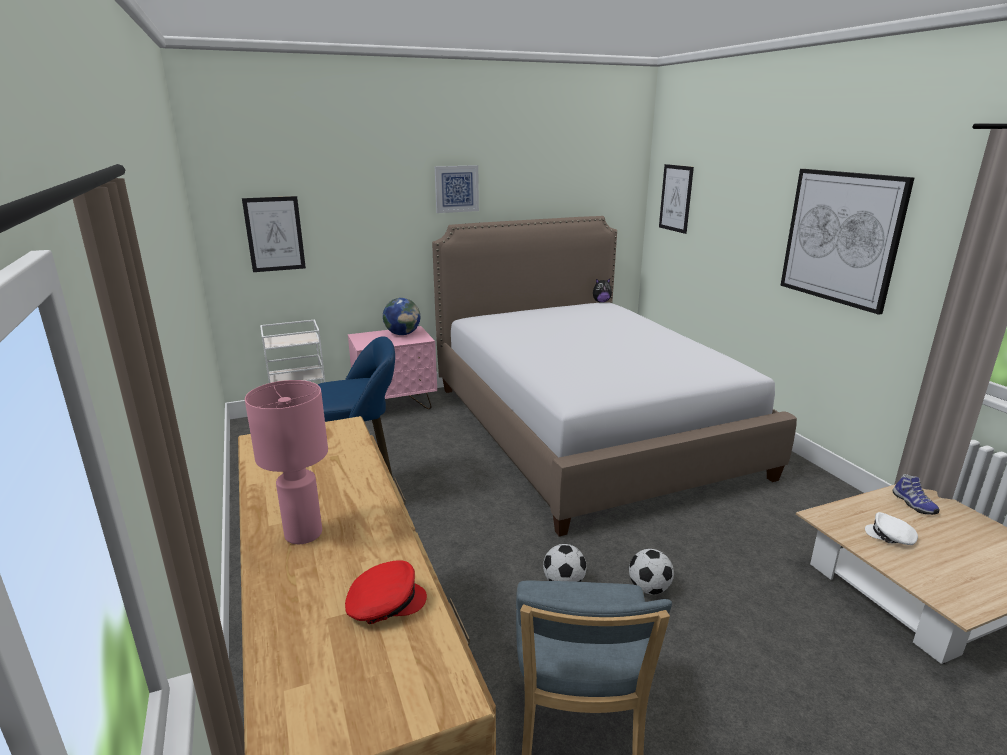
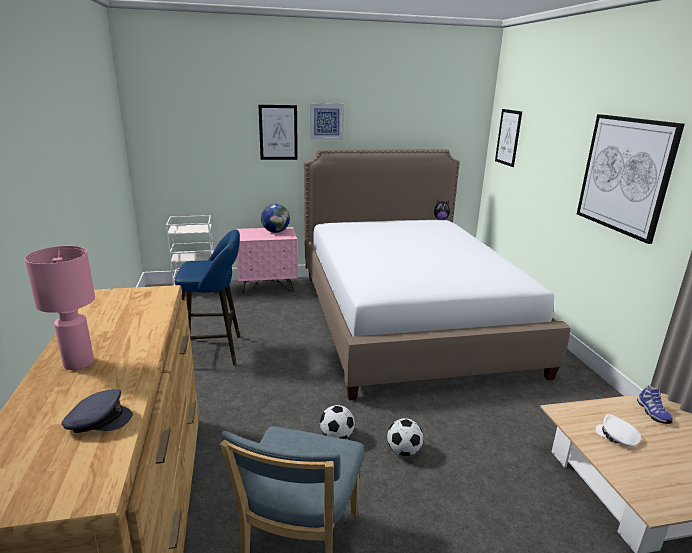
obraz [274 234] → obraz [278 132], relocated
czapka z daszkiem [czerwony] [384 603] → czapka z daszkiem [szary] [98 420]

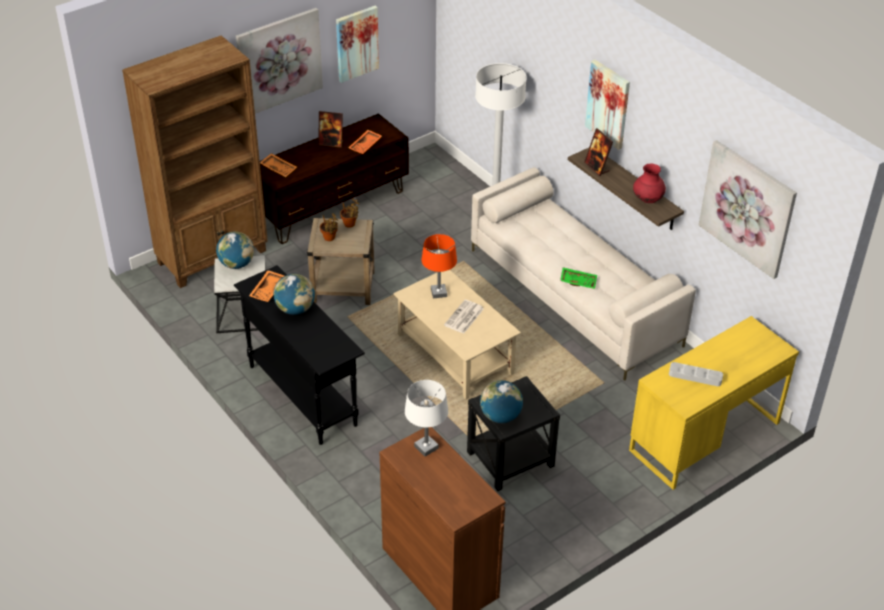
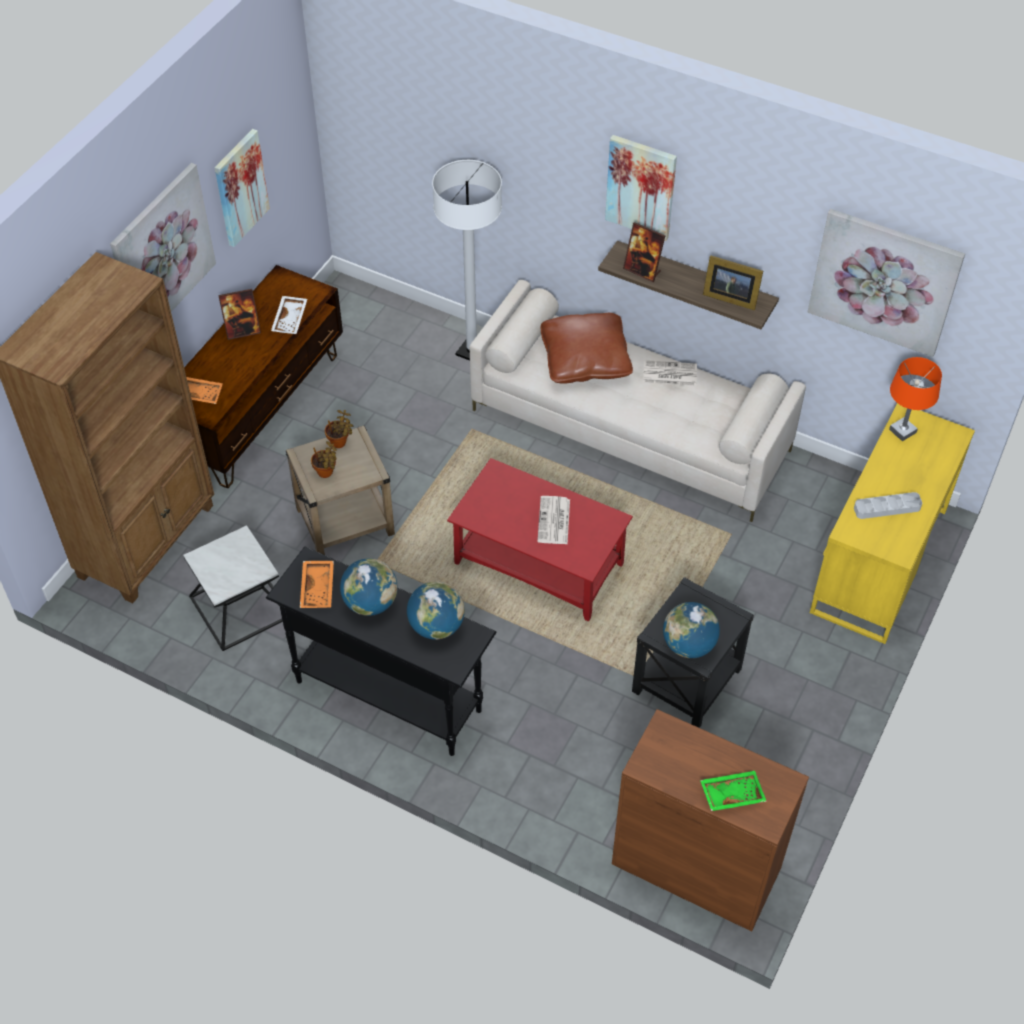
taca [pomarańczowy] [366 146] → taca [biały] [291 319]
wazon [czerwony] [647 200] → ramka na zdjęcie [729 297]
globus [236 264] → globus [436 626], relocated
lampa stołowa [pomarańczowy] [439 293] → lampa stołowa [pomarańczowy] [902 431], relocated
taca [zielony] [578 281] → taca [zielony] [731 793], relocated
ława [beżowy] [456 355] → ława [czerwony] [540 563]
lampa stołowa [biały] [426 447] → -
- → poduszka [brązowy] [585 360]
- → gazeta [669 374]

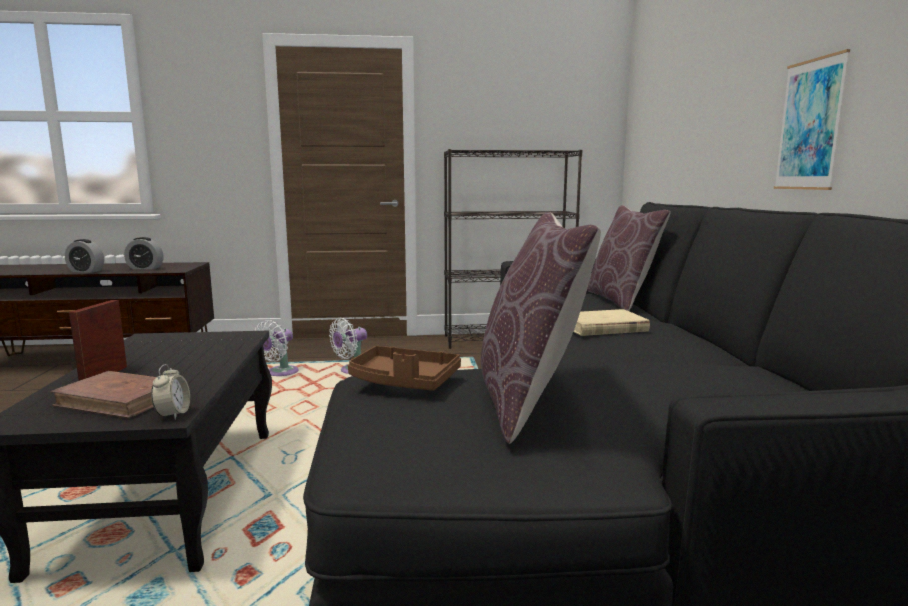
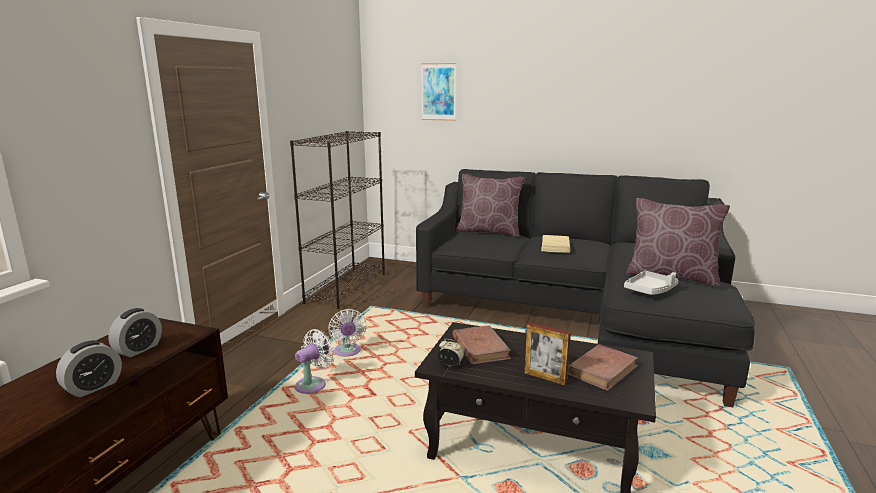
obraz [809 125] → obraz [438 92], relocated
wentylator [biały] [279 373] → wentylator [biały] [313 384], 105 degrees counterclockwise
taca [brązowy] [403 382] → taca [szary] [650 290]
budzik [173 414] → budzik [450 365], relocated
- → książka [brązowy] [480 348]

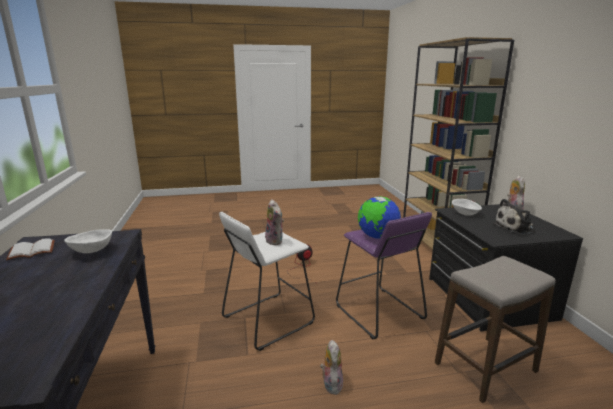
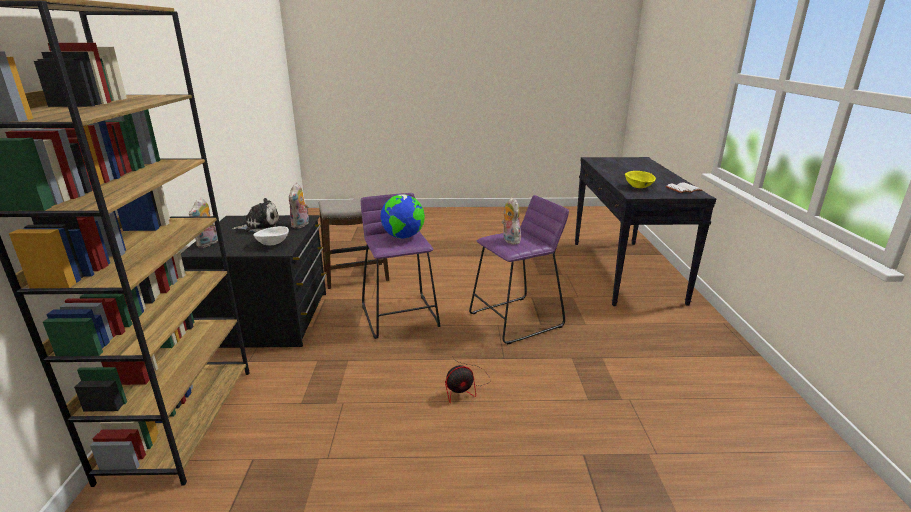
stołek [biały] [268 319] → stołek [fioletowy] [516 320]
miska [biały] [92 251] → miska [żółty] [638 187]
pluszak [331 384] → pluszak [301 225], relocated

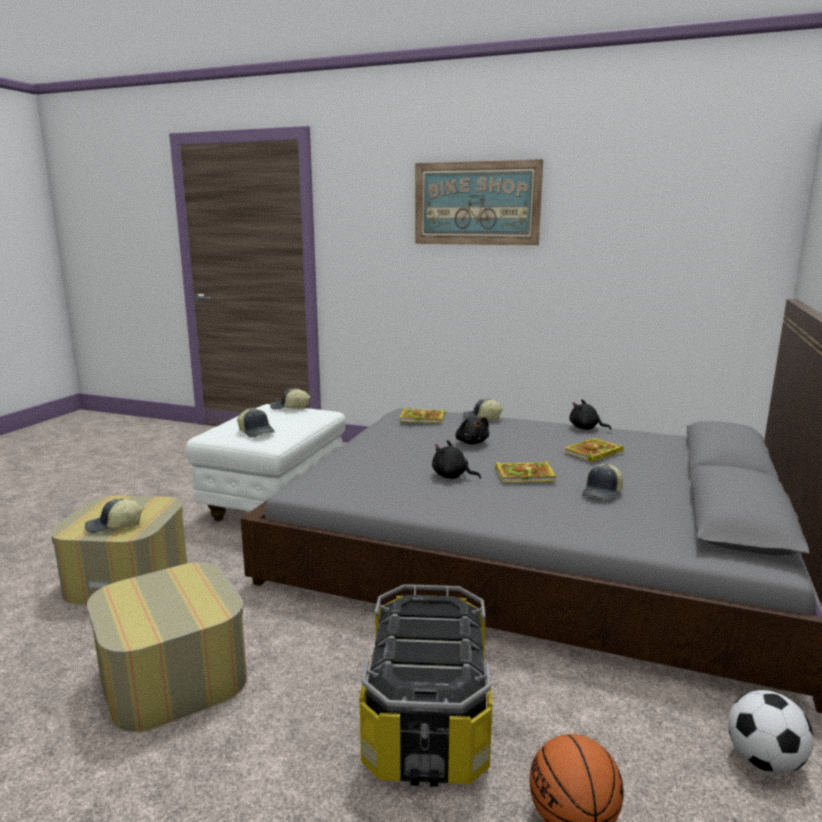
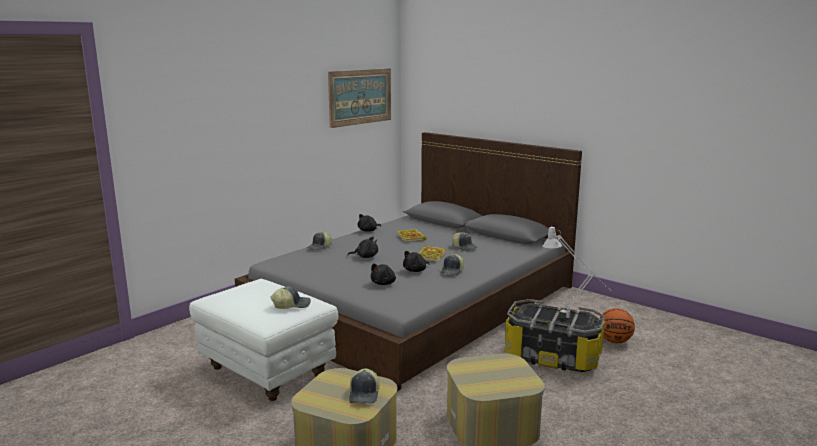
obraz [476 203] → obraz [360 97], relocated
czapka z daszkiem [290 408] → czapka z daszkiem [452 271], relocated
książka [423 418] → -
piłka futbolowa [764 761] → -
- → lampa stołowa [szary] [572 320]
- → pluszak [czarny] [384 283]

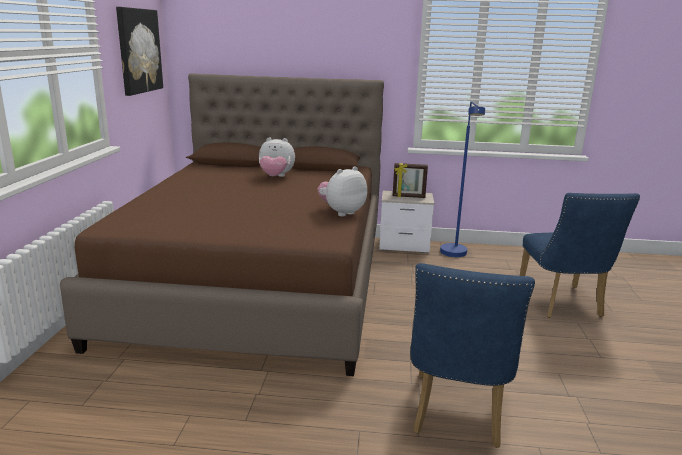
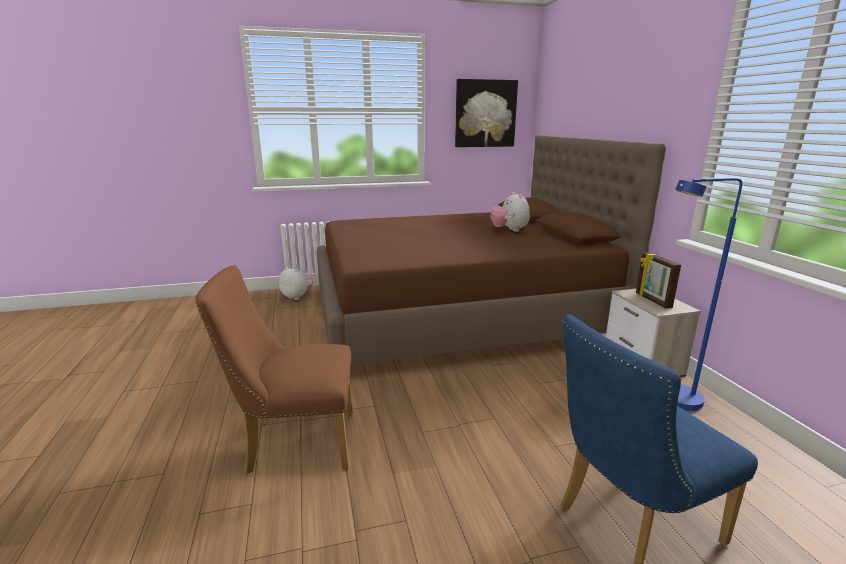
pluszak [341 212] → pluszak [297 297], relocated
krzesło [niebieski] [456 415] → krzesło [brązowy] [293 443]

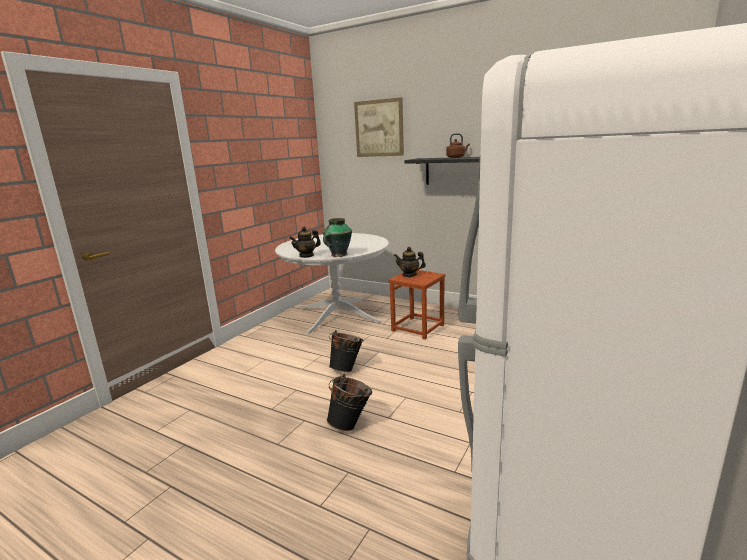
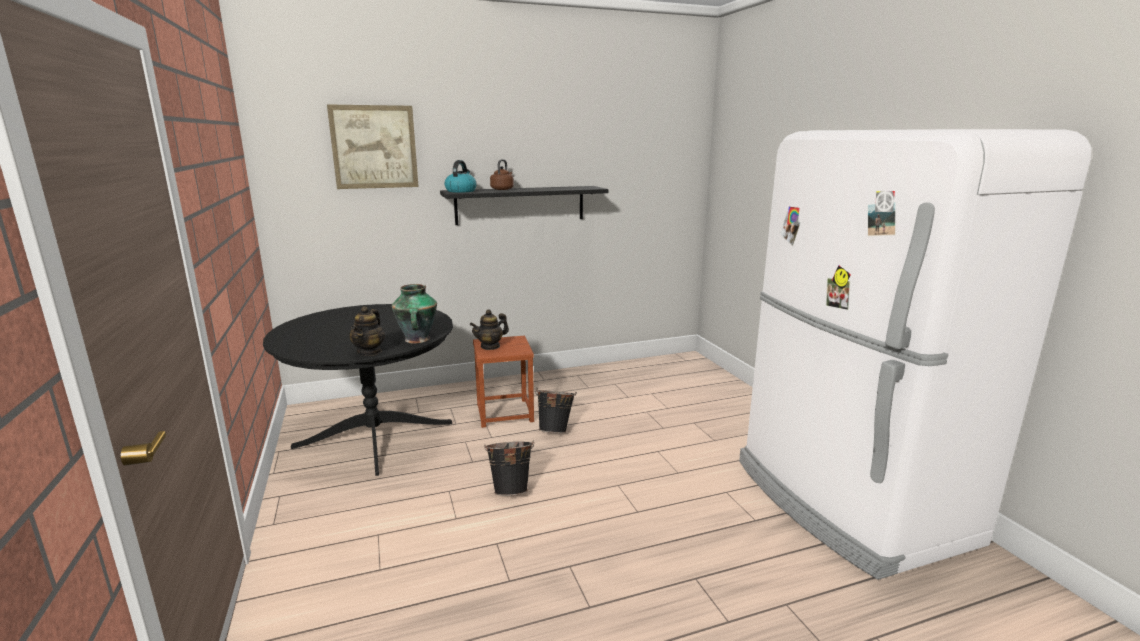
stół jadalny [biały] [337 315] → stół jadalny [czarny] [374 435]
wiadro [czarny] [351 424] → wiadro [czarny] [555 430], relocated
- → czajnik [461 191]

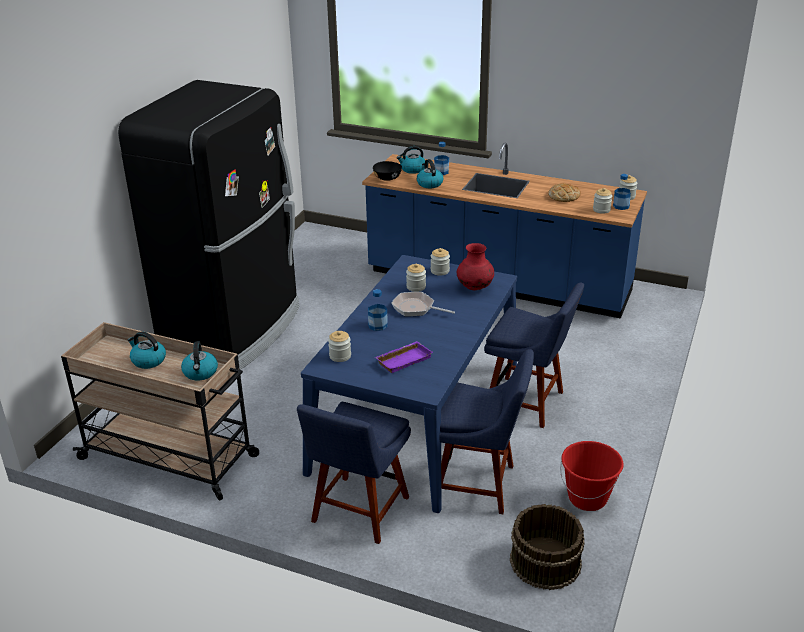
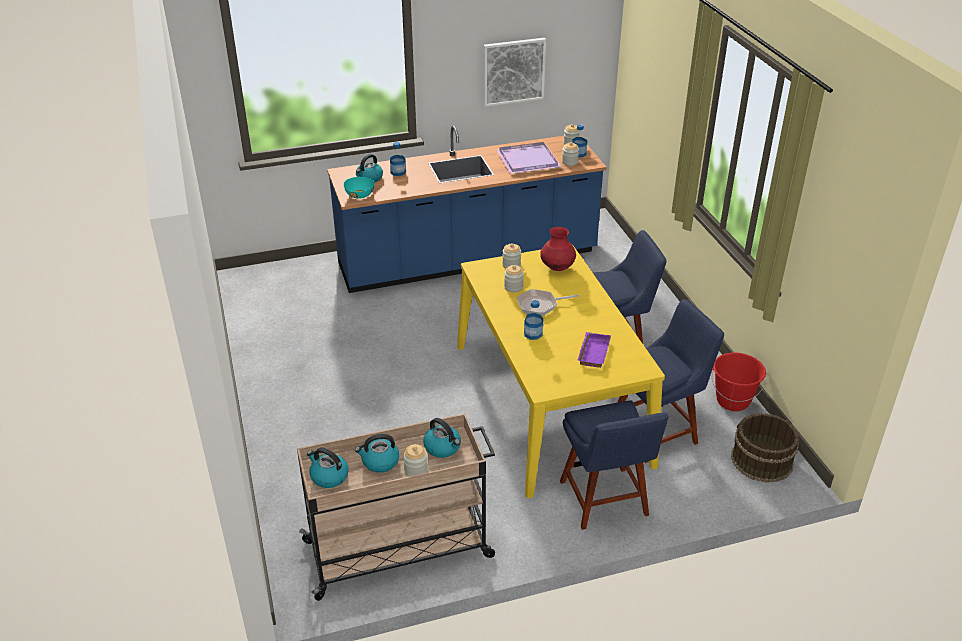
lodówka [czarny] [234 330] → -
czajnik [429 184] → czajnik [328 476], relocated
miska [czarny] [388 178] → miska [turkusowy] [360 195]
chleb [564 196] → taca [fioletowy] [526 160]
stół jadalny [niebieski] [418 417] → stół jadalny [żółty] [550 402]
słoik [340 356] → słoik [416 470], relocated
- → obraz [513 71]

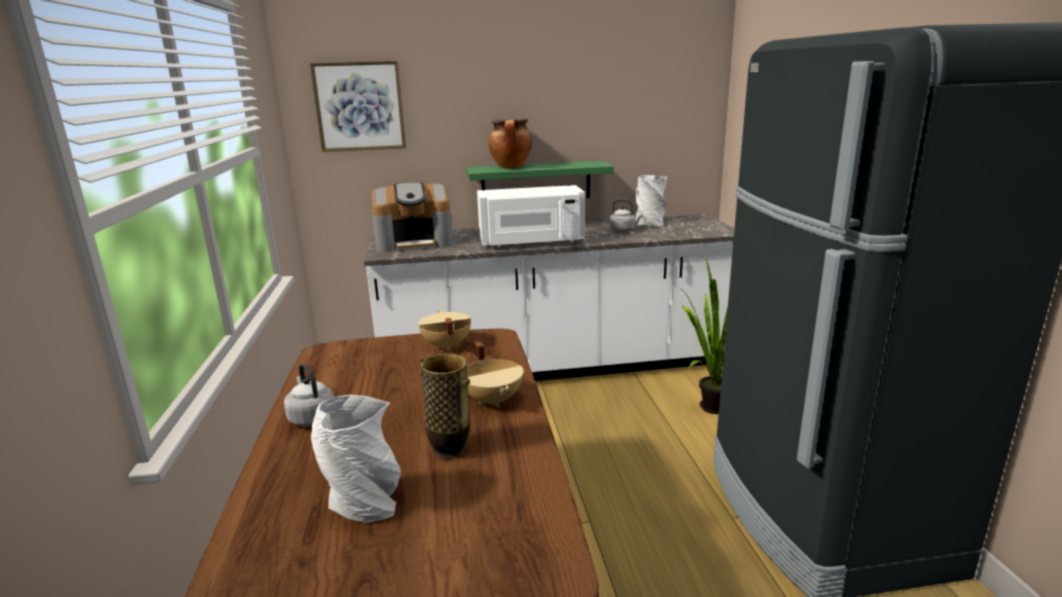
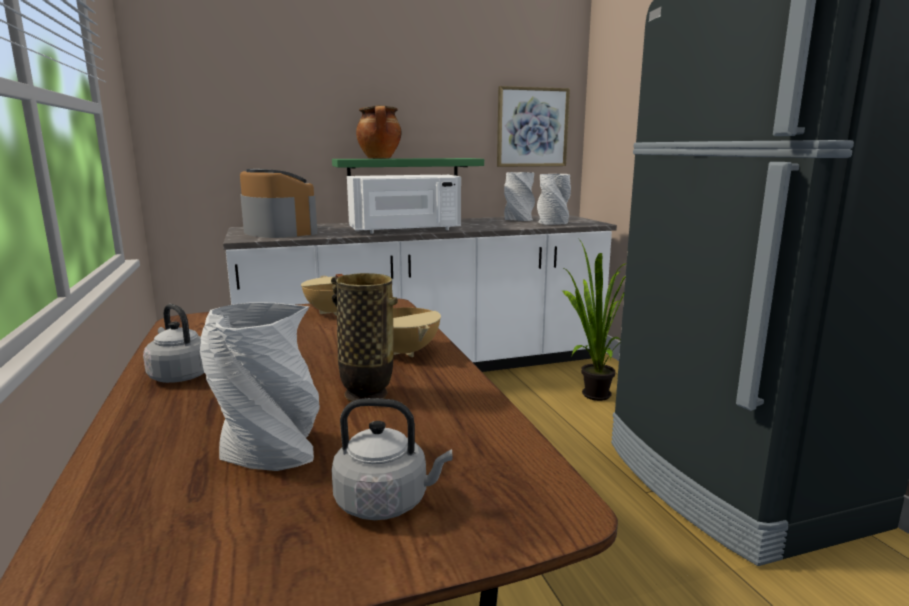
obraz [359 106] → obraz [532 127], relocated
ekspres do kawy [415 242] → ekspres do kawy [278 231], 105 degrees counterclockwise
czajnik [szary] [623 230] → czajnik [szary] [386 503], relocated
- → wazon [szary] [553 223]

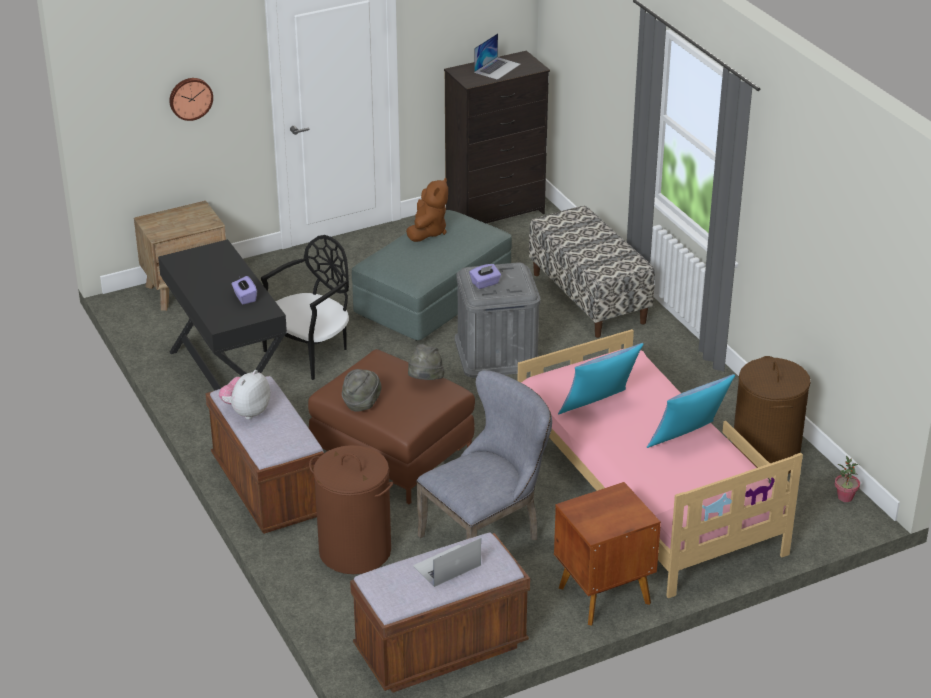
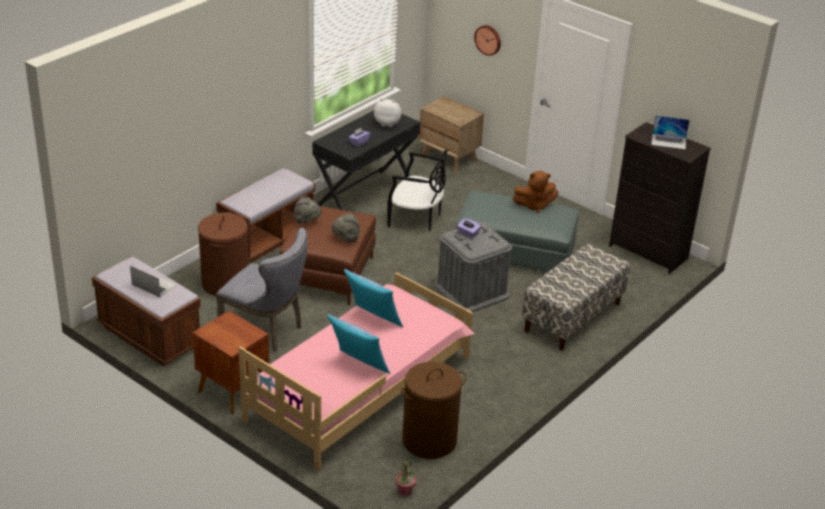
pluszak [246 412] → pluszak [387 123], relocated

